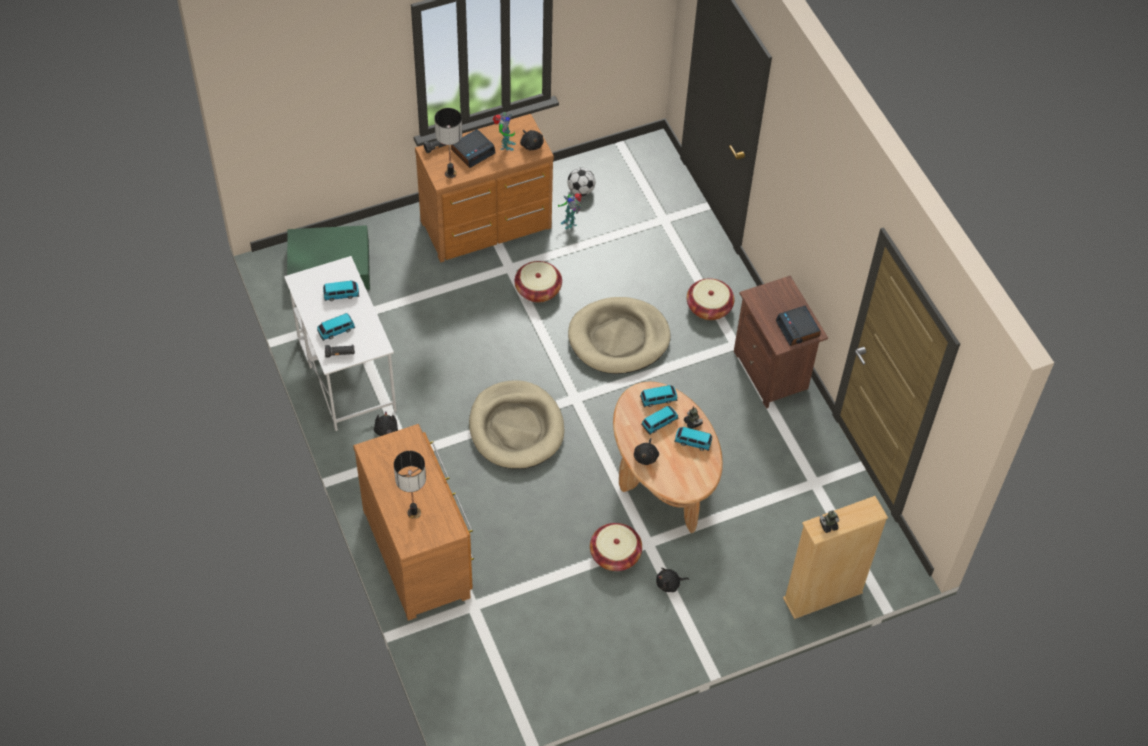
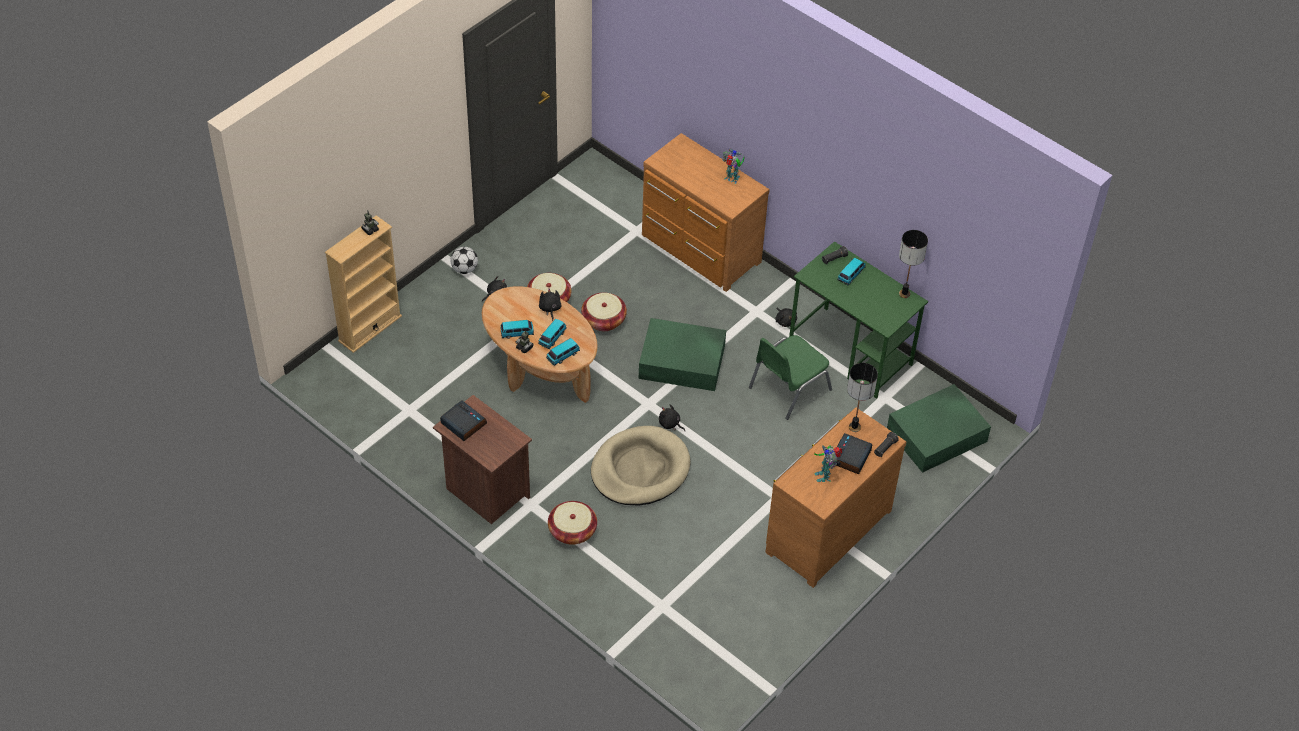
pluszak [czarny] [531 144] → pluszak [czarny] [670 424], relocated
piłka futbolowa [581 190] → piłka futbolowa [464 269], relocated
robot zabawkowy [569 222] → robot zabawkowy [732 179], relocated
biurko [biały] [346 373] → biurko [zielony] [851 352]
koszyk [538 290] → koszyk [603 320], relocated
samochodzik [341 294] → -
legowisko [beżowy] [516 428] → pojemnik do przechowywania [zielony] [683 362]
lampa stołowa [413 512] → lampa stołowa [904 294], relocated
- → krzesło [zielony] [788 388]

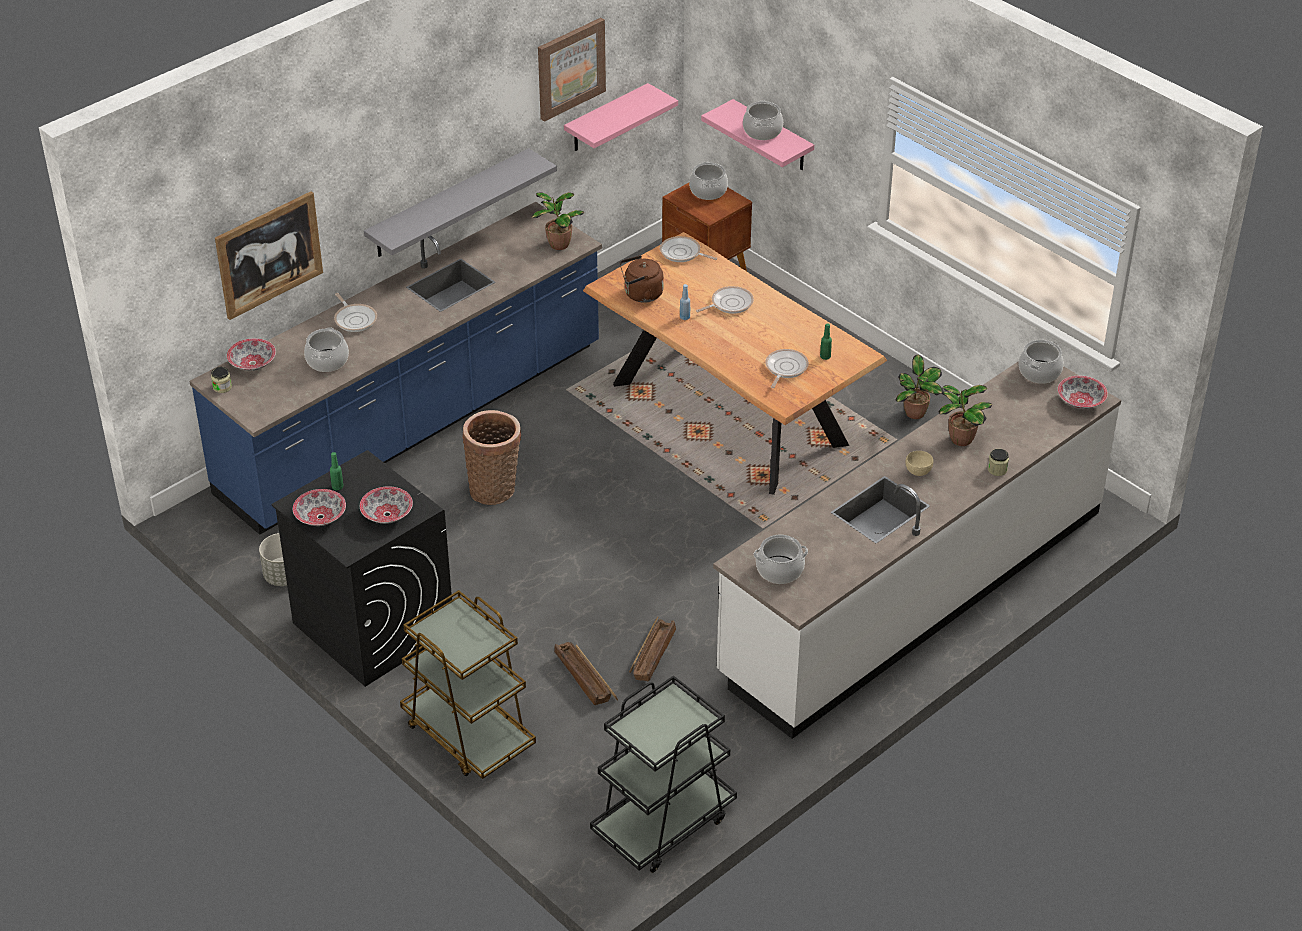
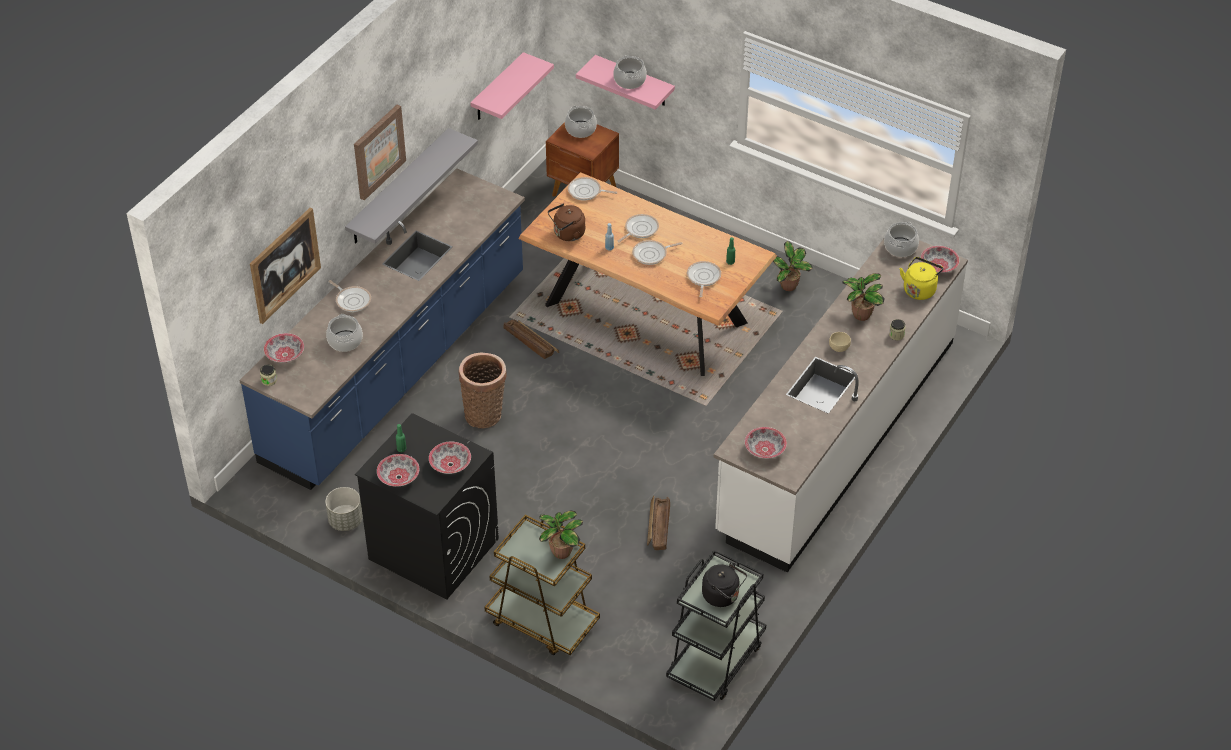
obraz [570 68] → obraz [378 151], relocated
roślina doniczkowa [557 244] → roślina doniczkowa [560 552], relocated
garnek [779 570] → miska [765 449]
skrzynka [585 678] → skrzynka [530 342], relocated
- → patelnia [652 254]
- → czajnik [żółty] [920 289]
- → czajnik [czarny] [723 596]

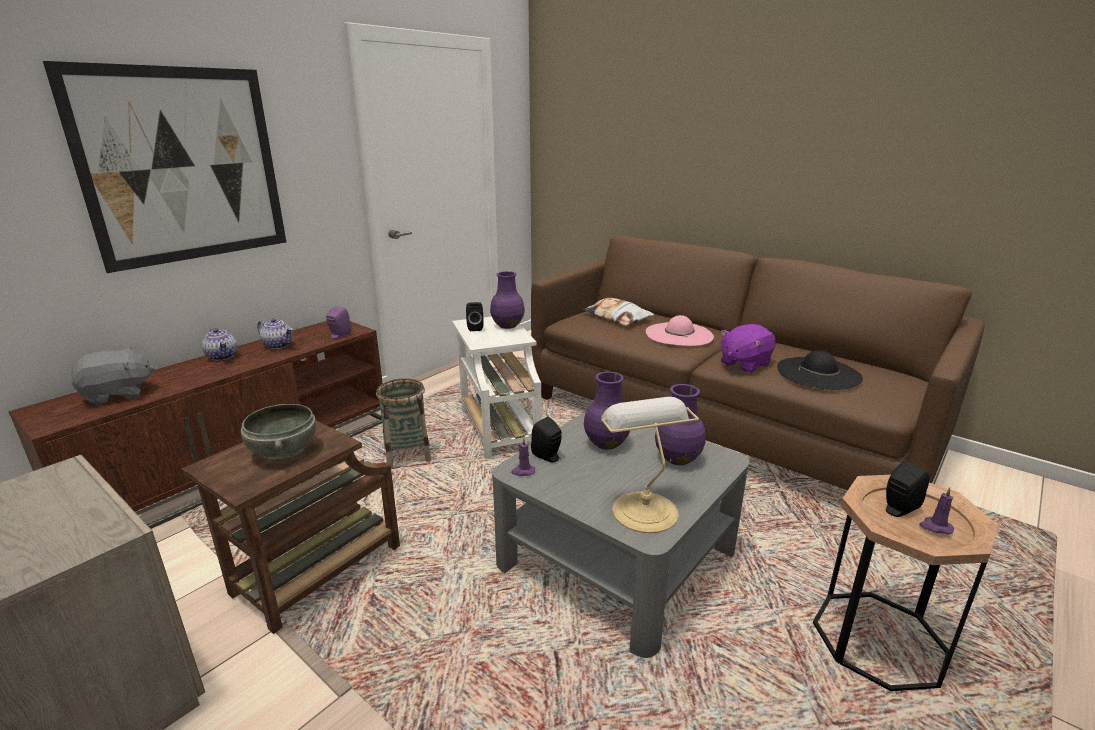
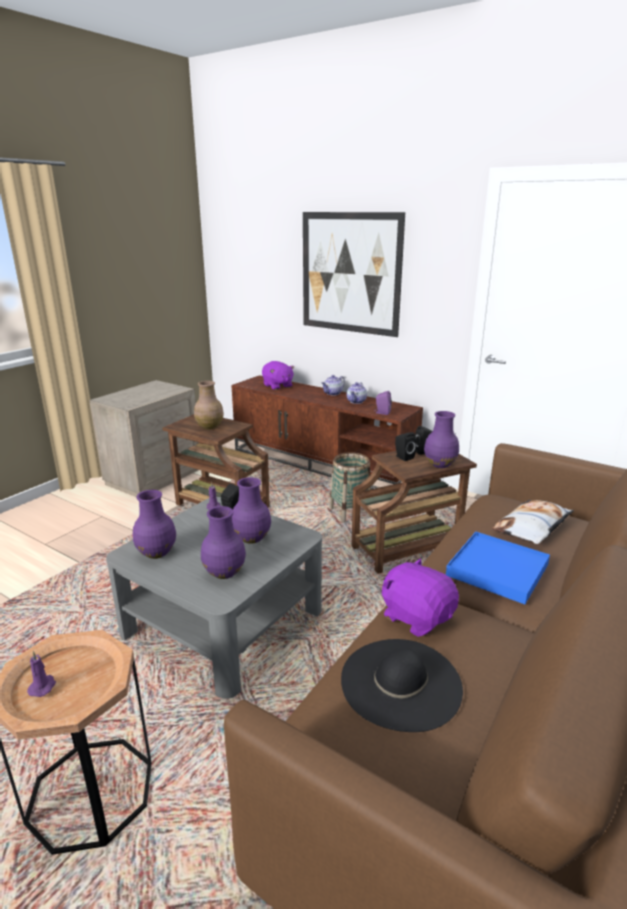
kapelusz [różowy] [679 334] → taca [niebieski] [497 570]
stolik [biały] [498 427] → stolik [brązowy] [408 548]
pluszak [szary] [118 394] → pluszak [fioletowy] [277 386]
lampa stołowa [642 509] → wazon [fioletowy] [156 552]
miska [szary] [283 451] → wazon [brązowy] [210 426]
głośnik [czarny] [897 510] → głośnik [czarny] [403 457], relocated

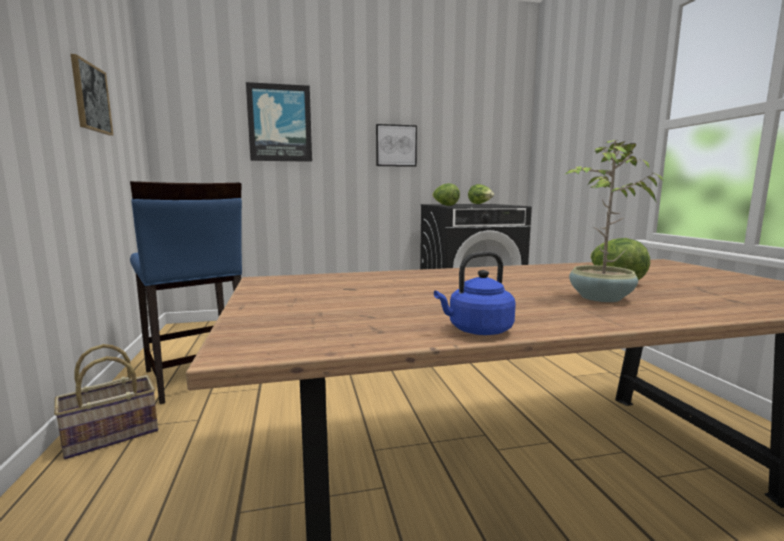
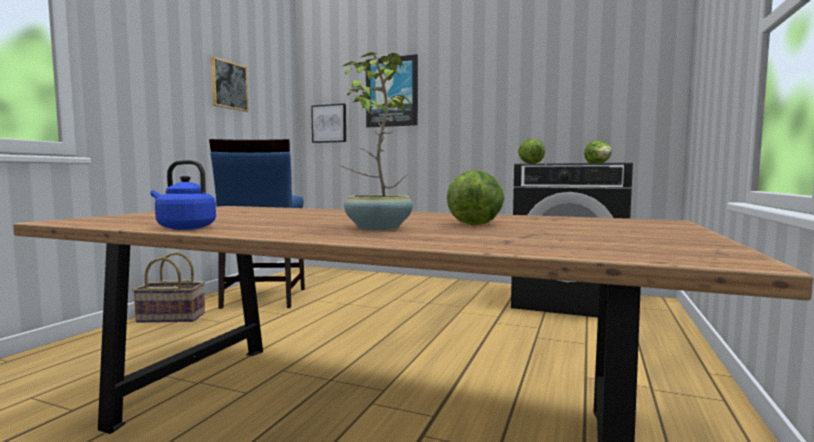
obraz [396 145] → obraz [329 123], relocated

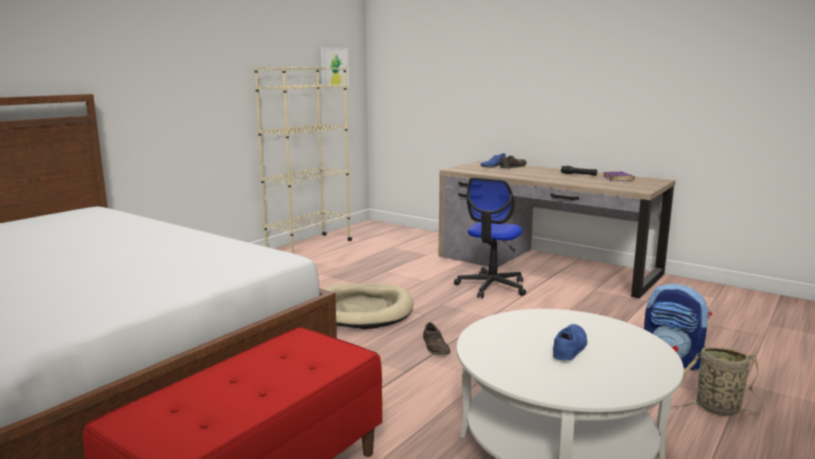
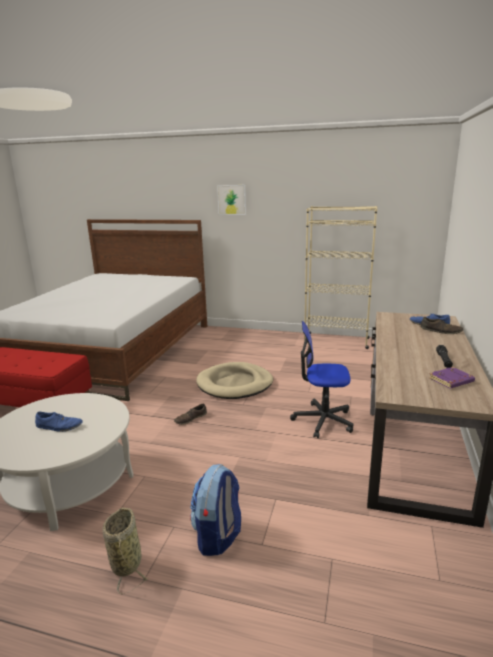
obraz [334 66] → obraz [231 200], relocated

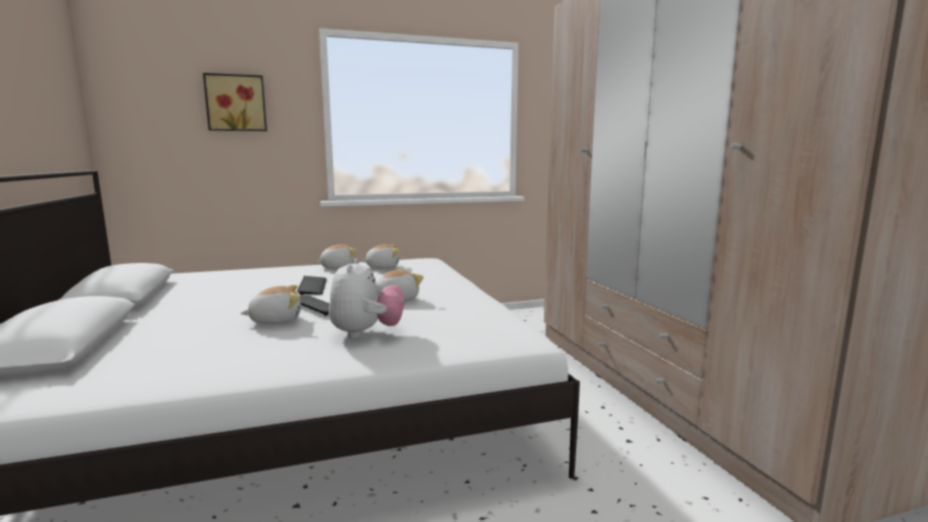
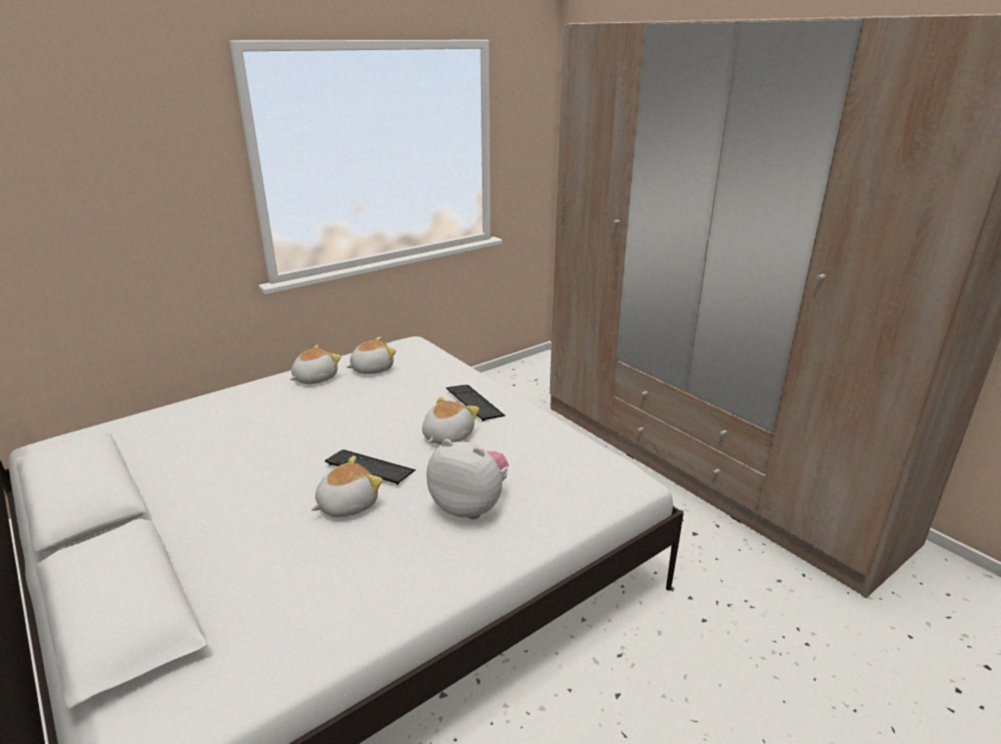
obraz [236 103] → -
pluszak [366 333] → pluszak [470 506], 45 degrees counterclockwise
klawiatura [313 286] → klawiatura [474 403], relocated

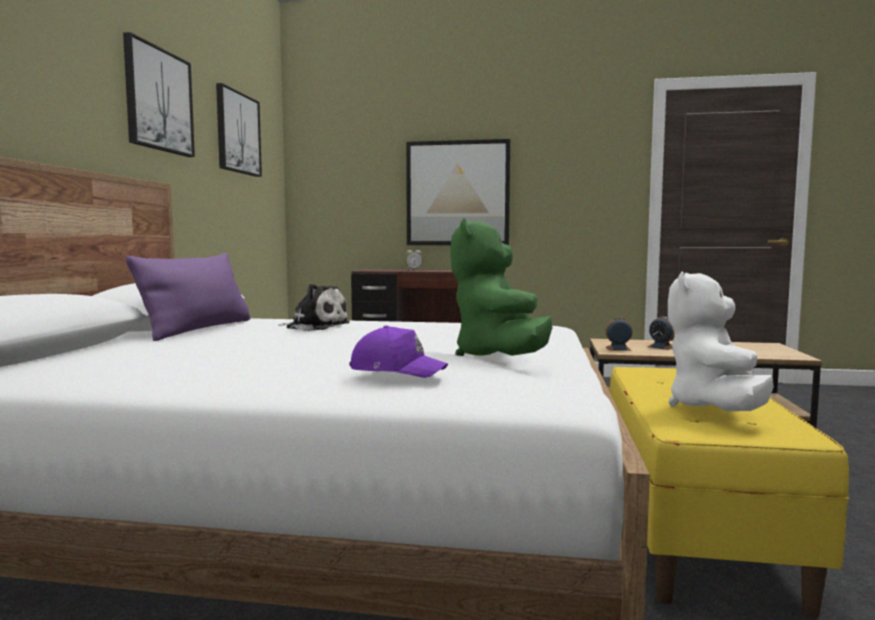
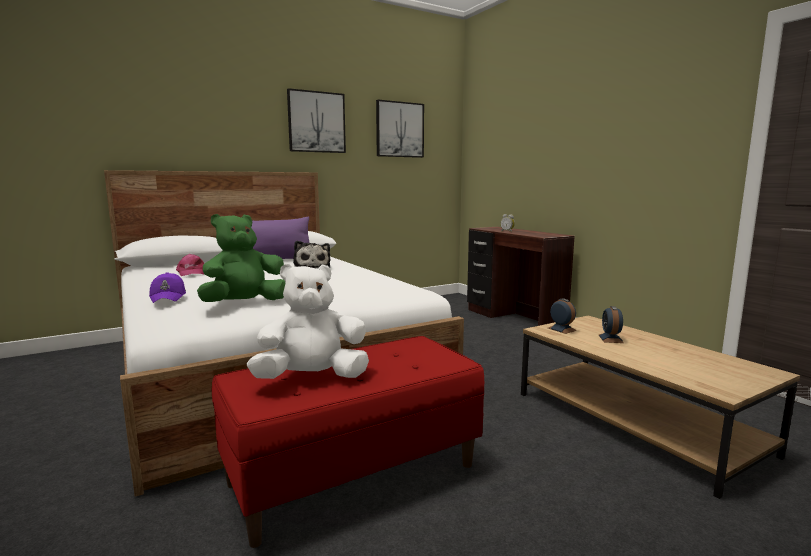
obraz [458 193] → -
ławka [żółty] [692 528] → ławka [czerwony] [354 474]
- → czapka z daszkiem [różowy] [191 272]

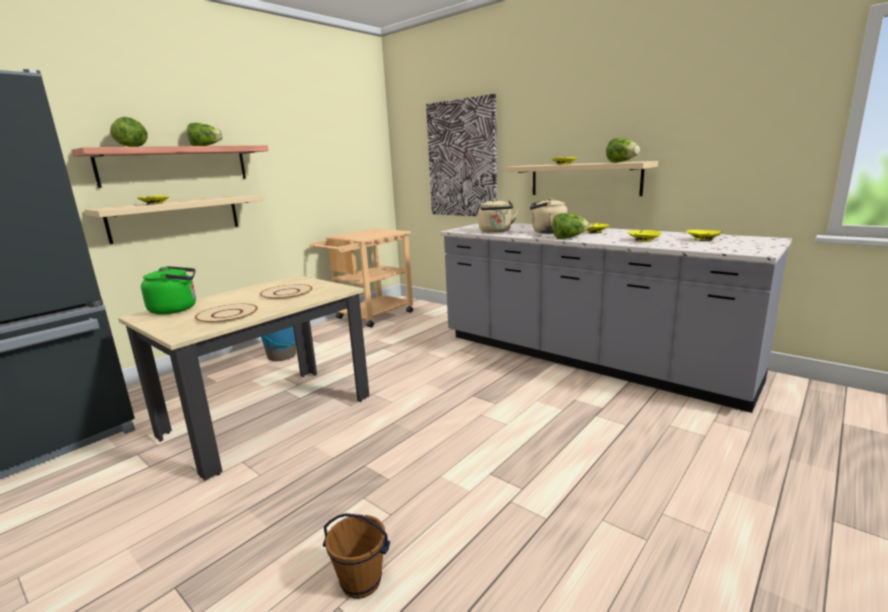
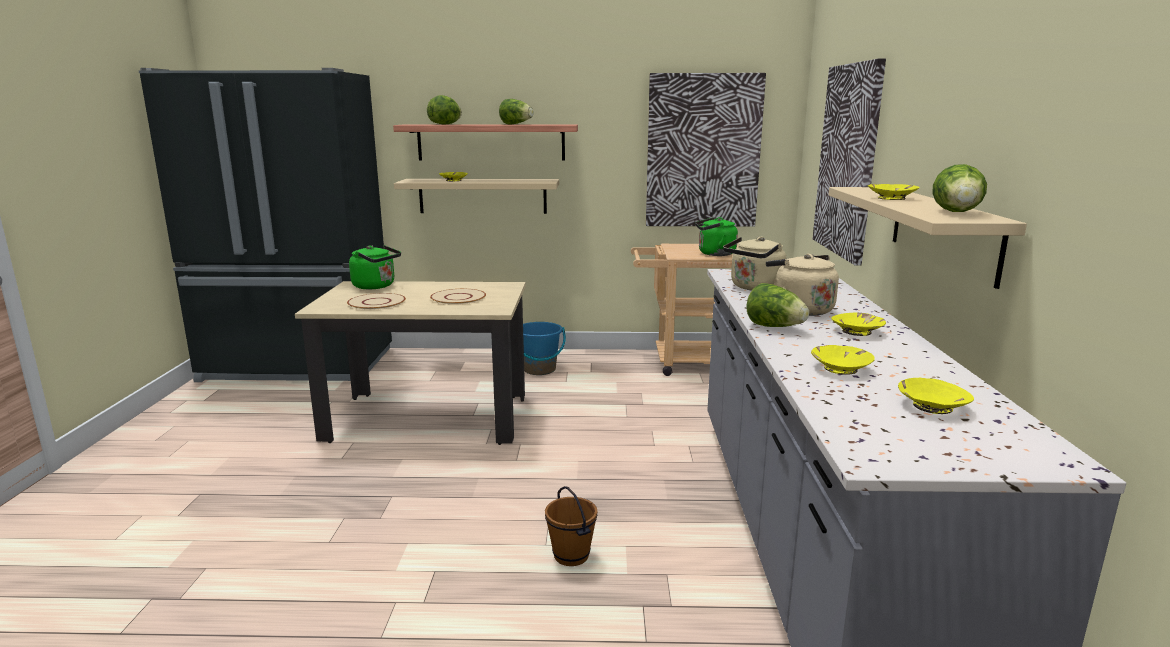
wiadro [brązowy] [361 583] → wiadro [brązowy] [570 556], relocated
- → obraz [703 151]
- → czajnik [zielony] [714 254]

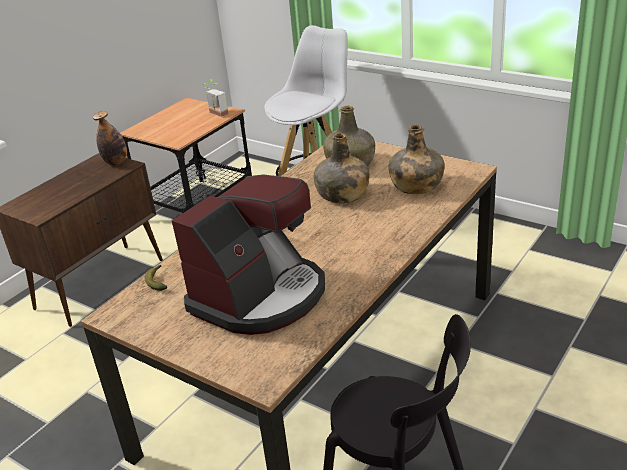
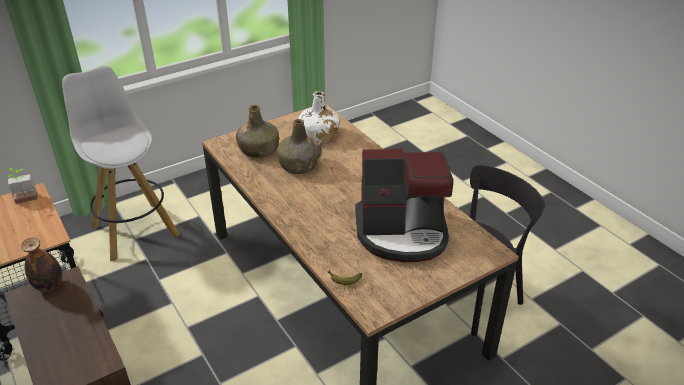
butelka [zielony] [415 185] → butelka [biały] [318 135]
ekspres do kawy [260 296] → ekspres do kawy [402 233], 120 degrees clockwise

